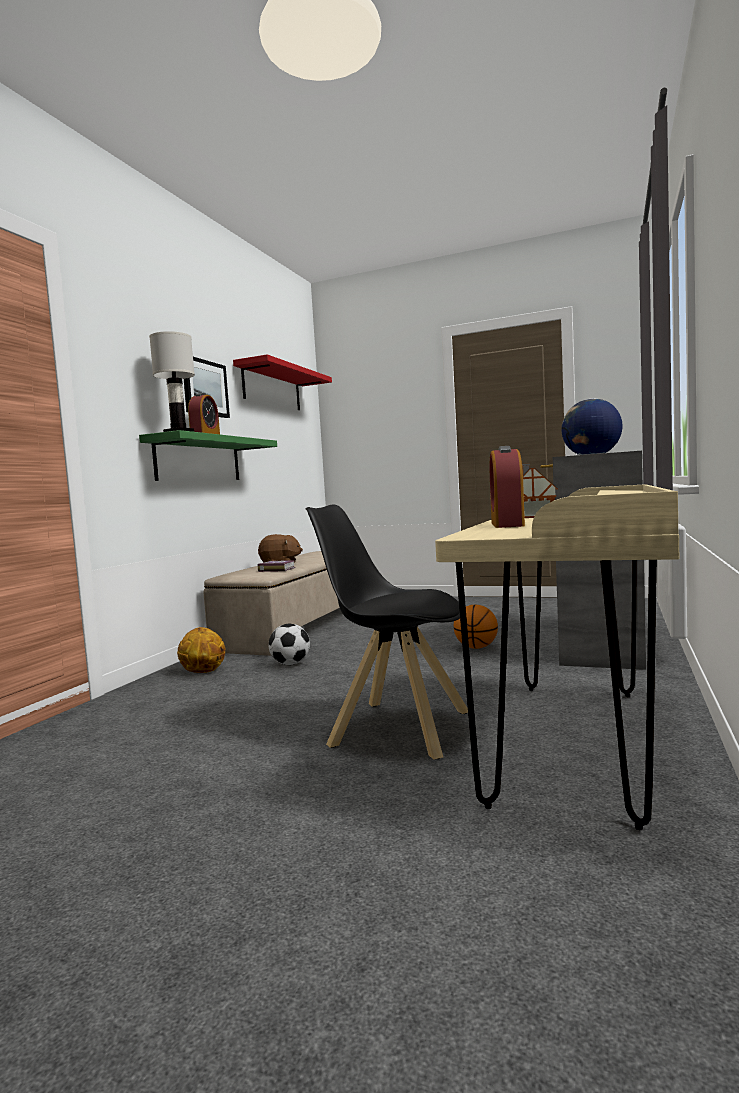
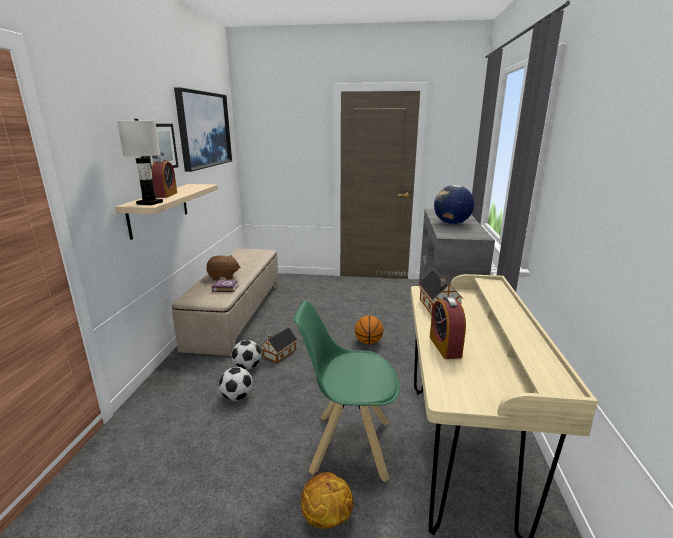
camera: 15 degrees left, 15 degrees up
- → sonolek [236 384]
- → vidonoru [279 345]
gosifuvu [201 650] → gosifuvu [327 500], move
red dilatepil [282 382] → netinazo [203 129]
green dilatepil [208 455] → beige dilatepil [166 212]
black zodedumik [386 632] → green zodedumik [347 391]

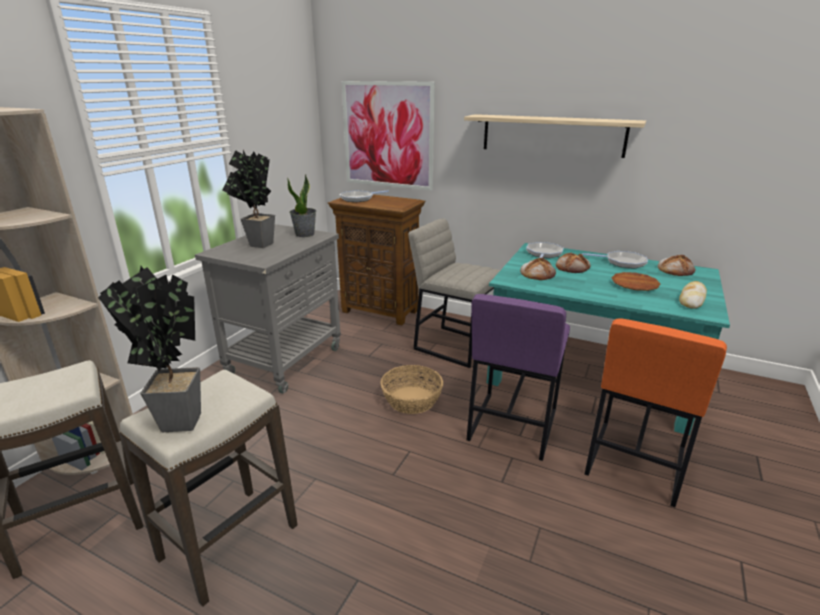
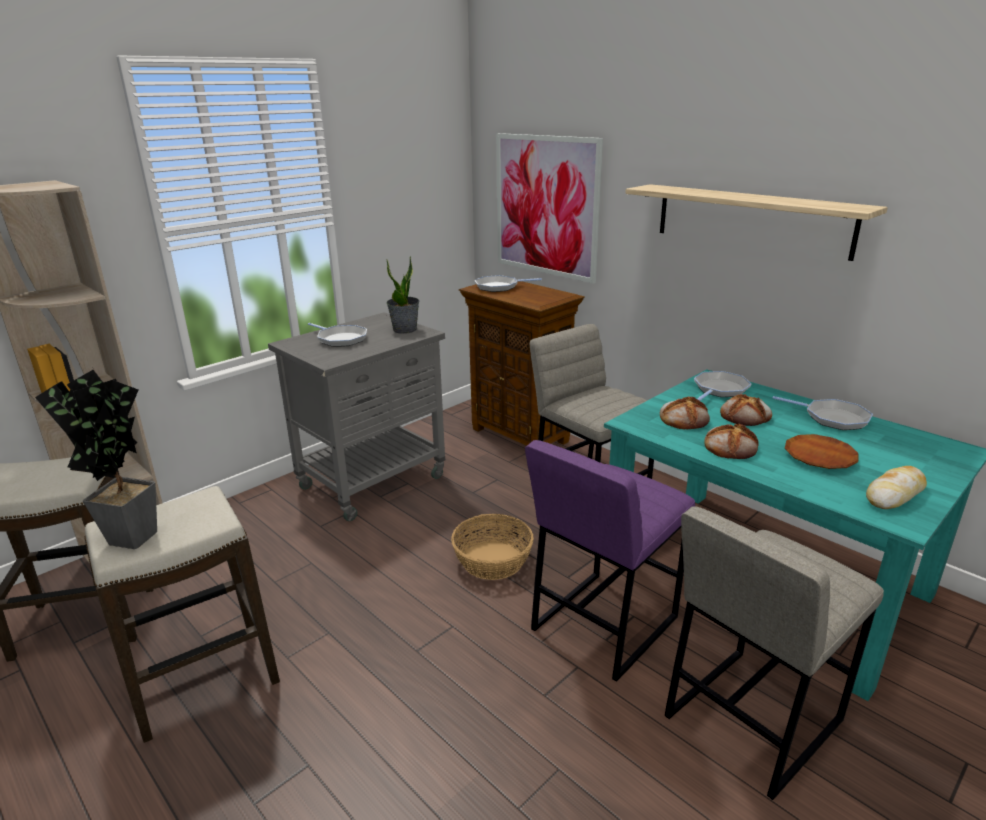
camera: 20 degrees right, 0 degrees up
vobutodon [676 265] → vobutodon [731 441], move
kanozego [248 199] → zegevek [337 335]
orange zodedumik [656 412] → grey zodedumik [774 653]

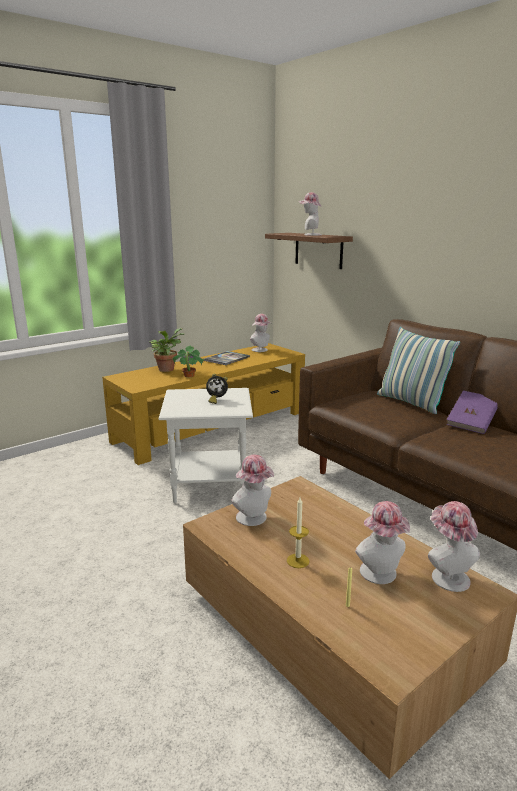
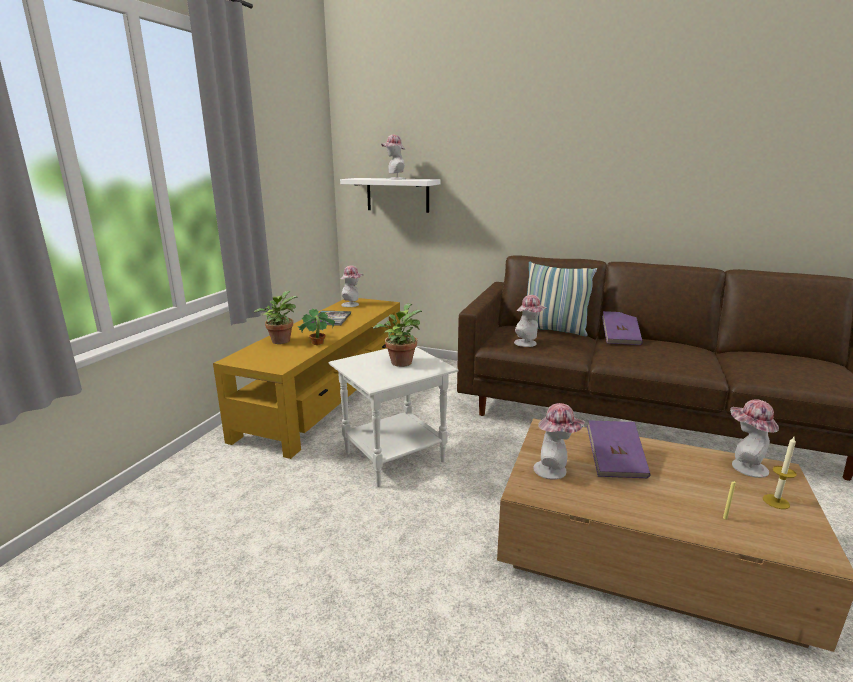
camera: 30 degrees left, 0 degrees up
- → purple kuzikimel [619 449]
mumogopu [298 532] → mumogopu [780 473], move
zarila [382 542] → zarila [530 321], move
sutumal [217 389] → kanozego [397 335]
brown dilatepil [309 251] → white dilatepil [390 195]

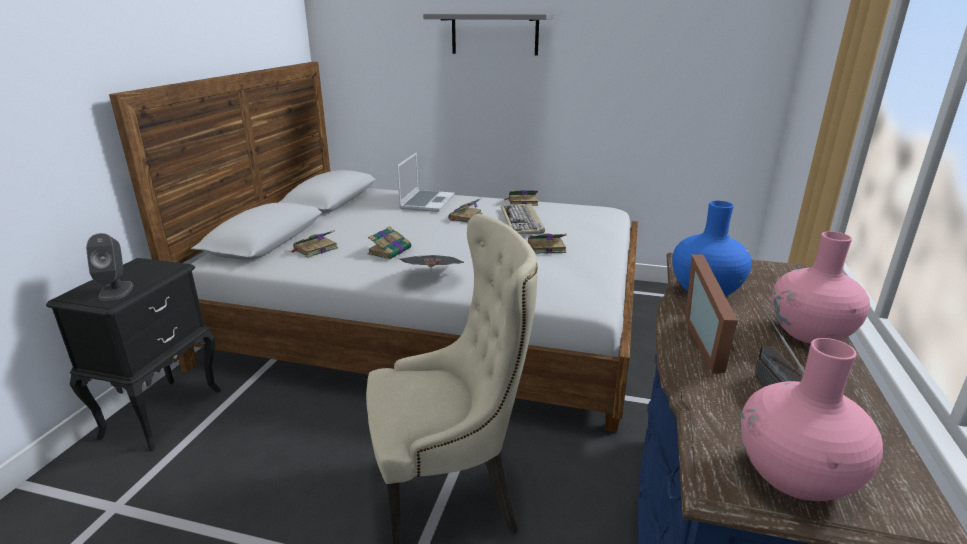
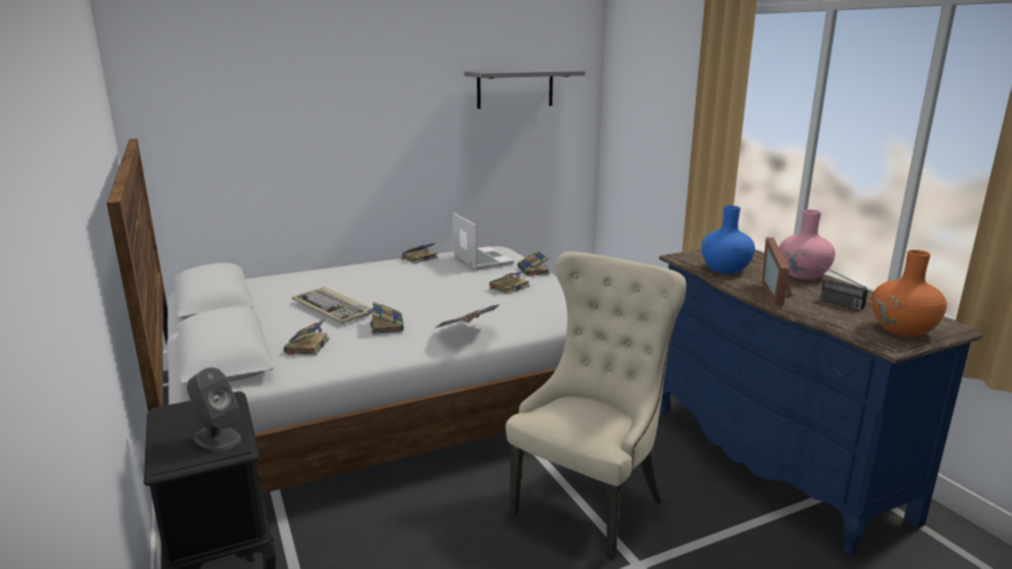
camera: 40 degrees left, 5 degrees down
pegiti [425 182] → pegiti [483 241], move
grey dilatepil [488 34] → grey dilatepil [524 89], move
kuzikimel [465 211] → kuzikimel [533 263], move
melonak [523 218] → melonak [332 305], move
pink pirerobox [811 419] → orange pirerobox [909 293]
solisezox [711 313] → solisezox [777 271], 45 degrees clockwise

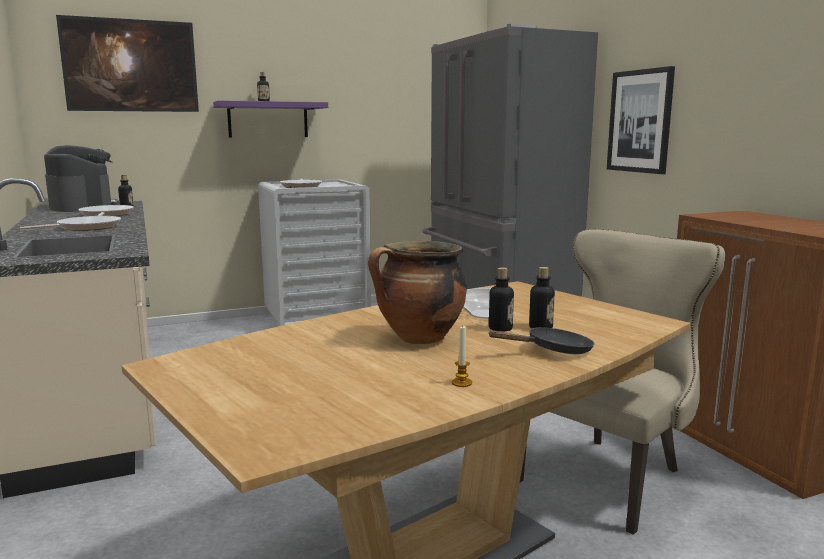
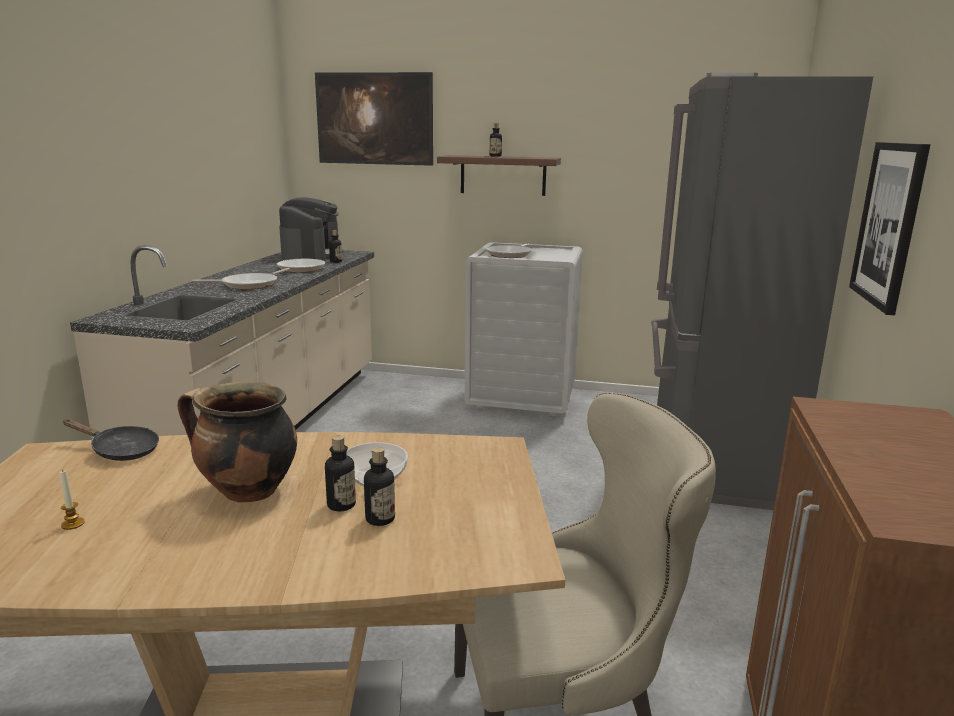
camera: 35 degrees right, 5 degrees up
mumogopu [462 356] → mumogopu [72 499], move
black zegevek [541 340] → black zegevek [111 440], move
purple dilatepil [270 118] → brown dilatepil [499 175]

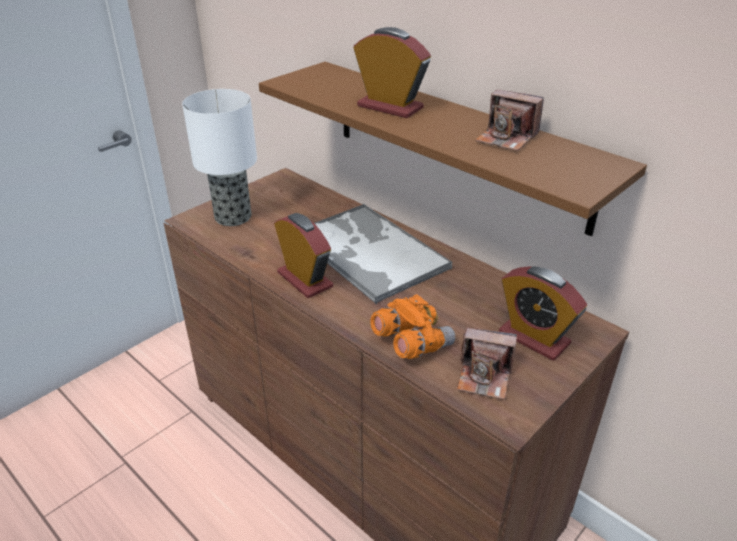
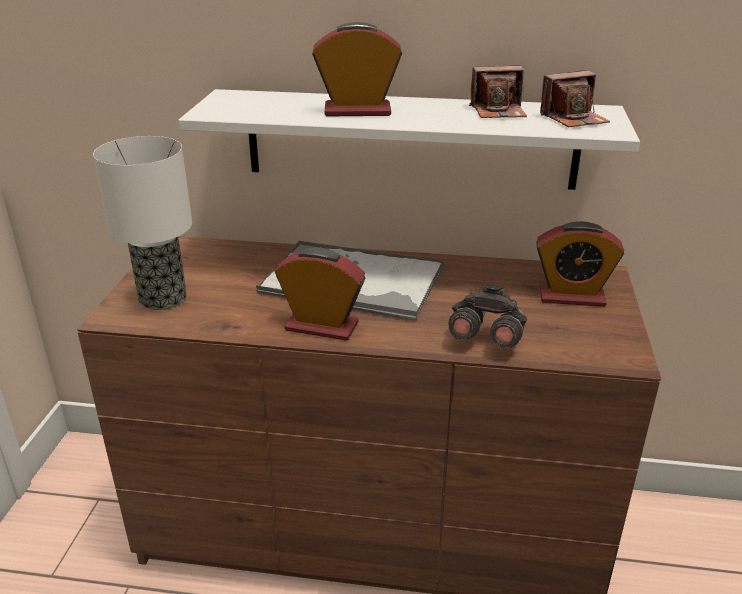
camera: 35 degrees left, 5 degrees down
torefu [487 364] → torefu [575 98], move
brown dilatepil [453 149] → white dilatepil [409 139]
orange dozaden [412 326] → grey dozaden [487 316]

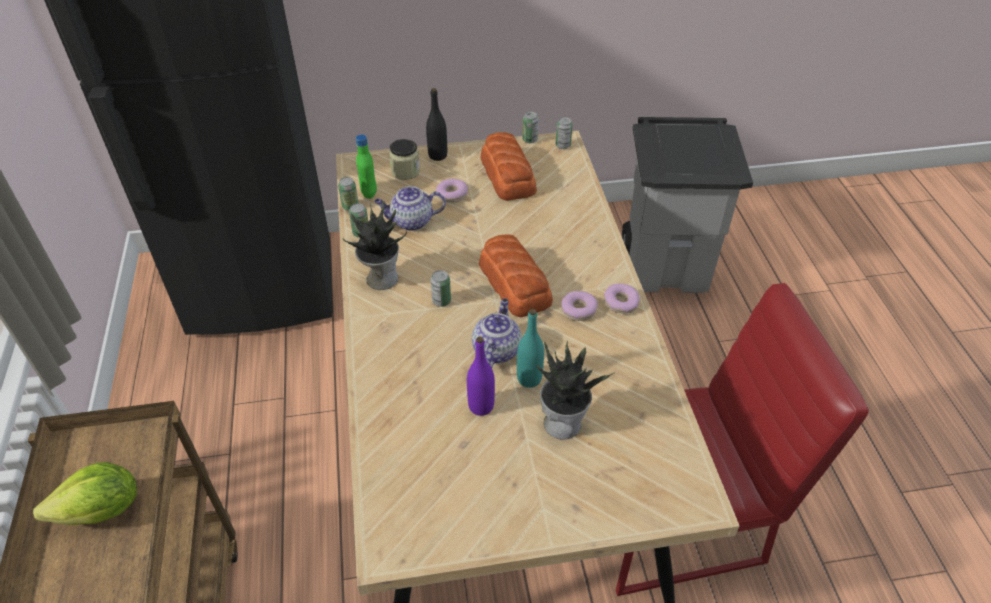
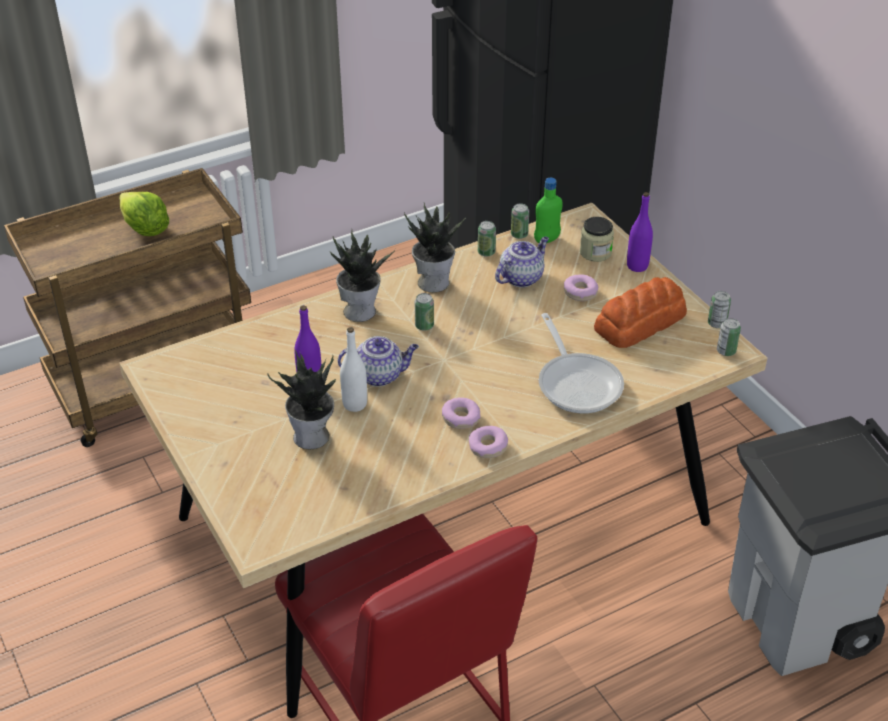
camera: 70 degrees right, 5 degrees down
vobutodon [516 276] → -
- → kanozego [362 275]
- → zegevek [581 363]
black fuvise [436 124] → purple fuvise [640 232]
turquoise fuvise [530 348] → white fuvise [353 369]
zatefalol [410 208] → zatefalol [522 262], 75 degrees clockwise

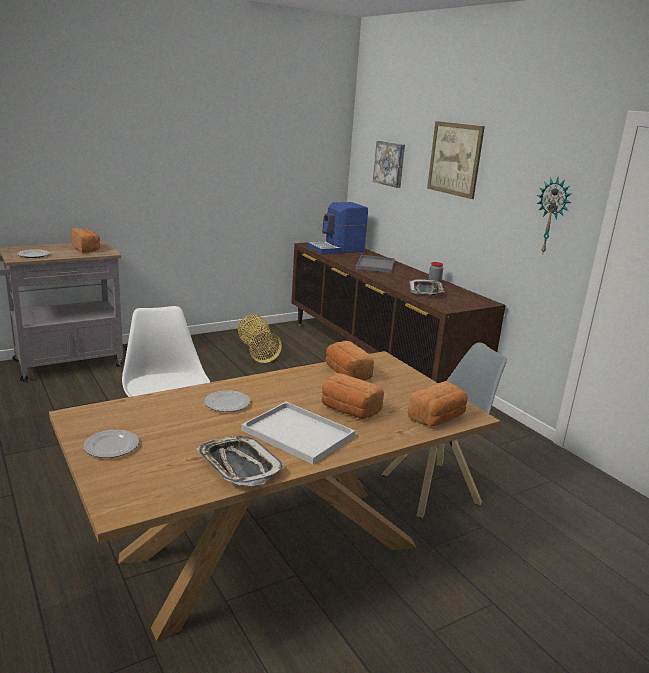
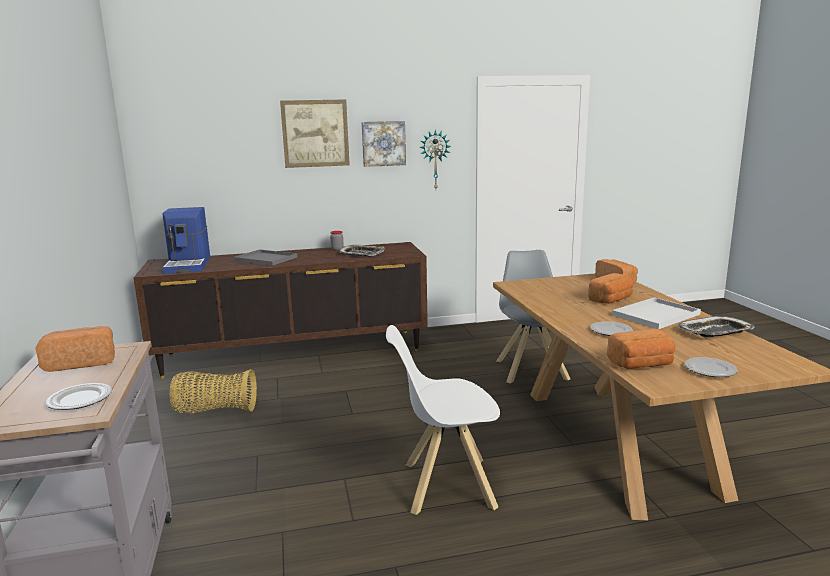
camera: 70 degrees left, 5 degrees down
vobutodon [350 360] → vobutodon [641 349], move
netinazo [389 164] → netinazo [384 144], move

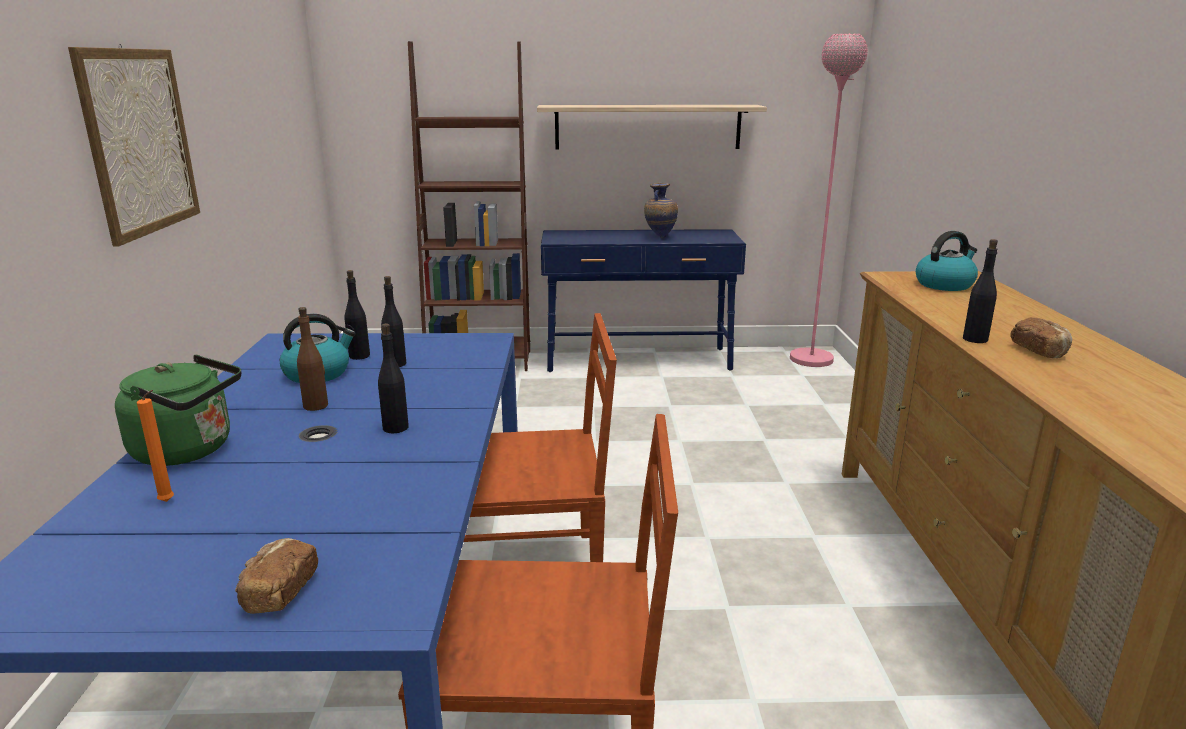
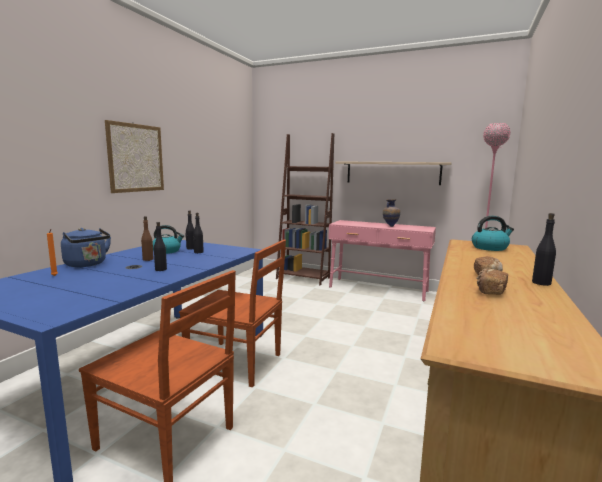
camera: 25 degrees right, 10 degrees down
vobutodon [276 576] → vobutodon [492 282], move
black fuvise [980 291] → black fuvise [544 249], move
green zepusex [178 410] → blue zepusex [86 247]
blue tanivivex [643 300] → pink tanivivex [382 260]

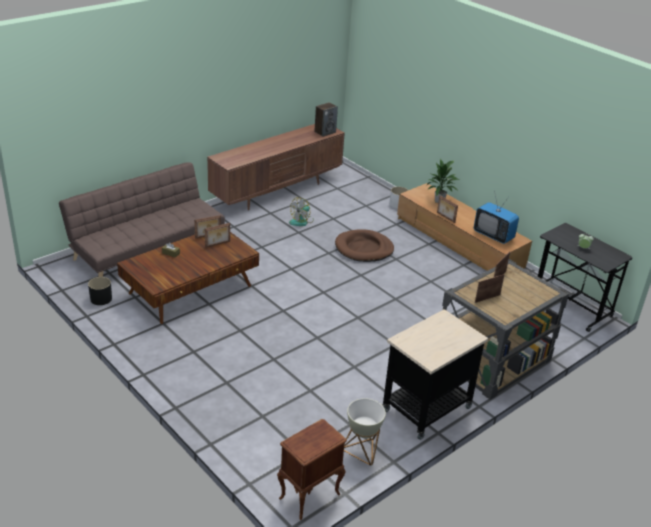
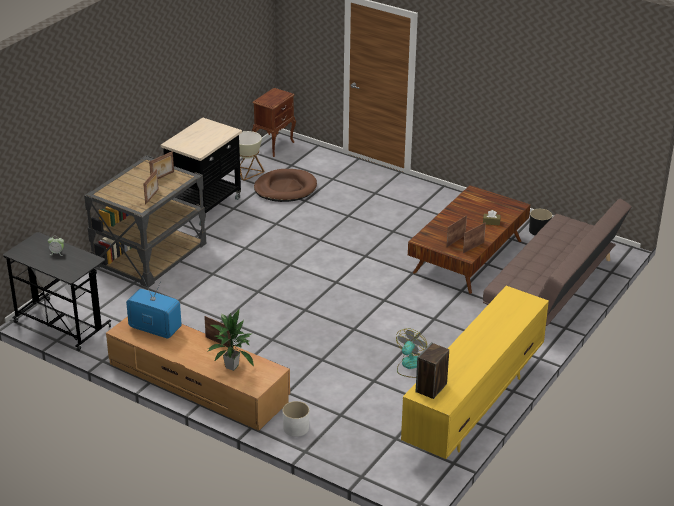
camera: 165 degrees right, 0 degrees up
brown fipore [364 245] → brown fipore [285 185], move
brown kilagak [276 167] → yellow kilagak [475 372]

